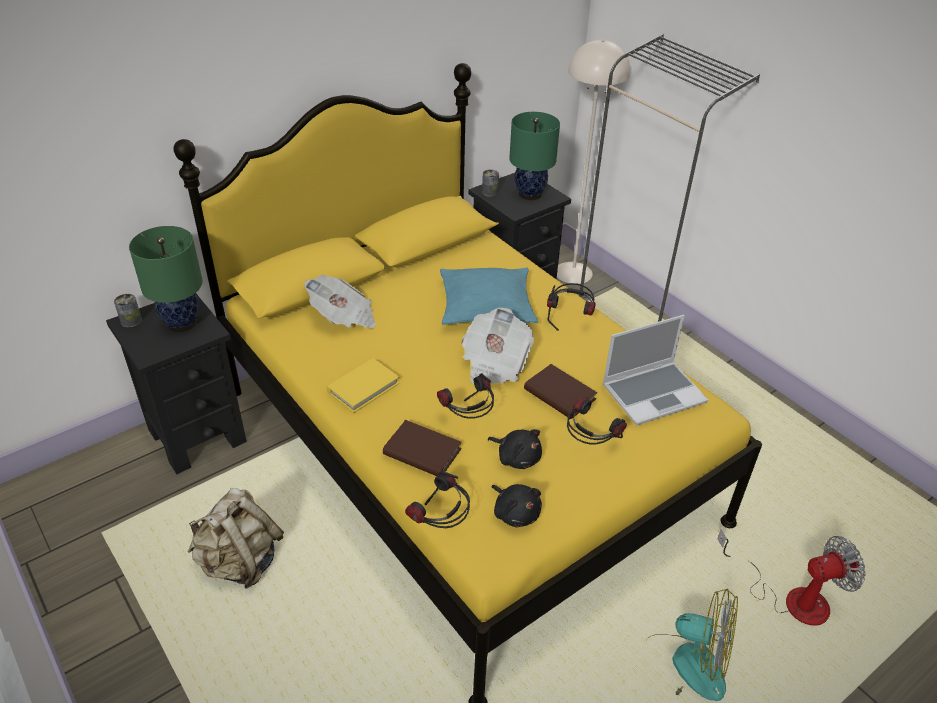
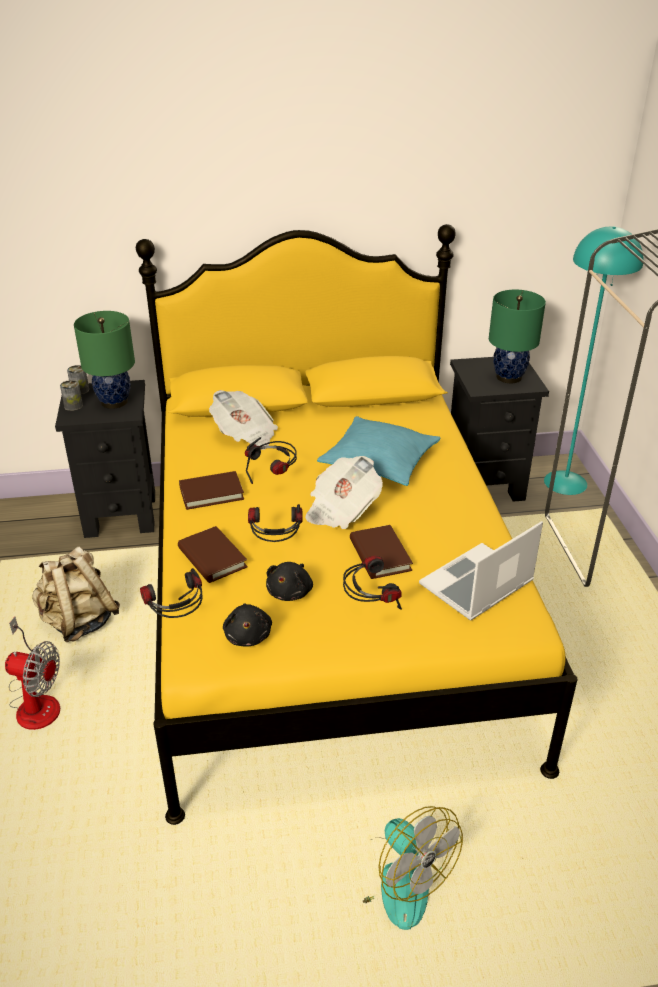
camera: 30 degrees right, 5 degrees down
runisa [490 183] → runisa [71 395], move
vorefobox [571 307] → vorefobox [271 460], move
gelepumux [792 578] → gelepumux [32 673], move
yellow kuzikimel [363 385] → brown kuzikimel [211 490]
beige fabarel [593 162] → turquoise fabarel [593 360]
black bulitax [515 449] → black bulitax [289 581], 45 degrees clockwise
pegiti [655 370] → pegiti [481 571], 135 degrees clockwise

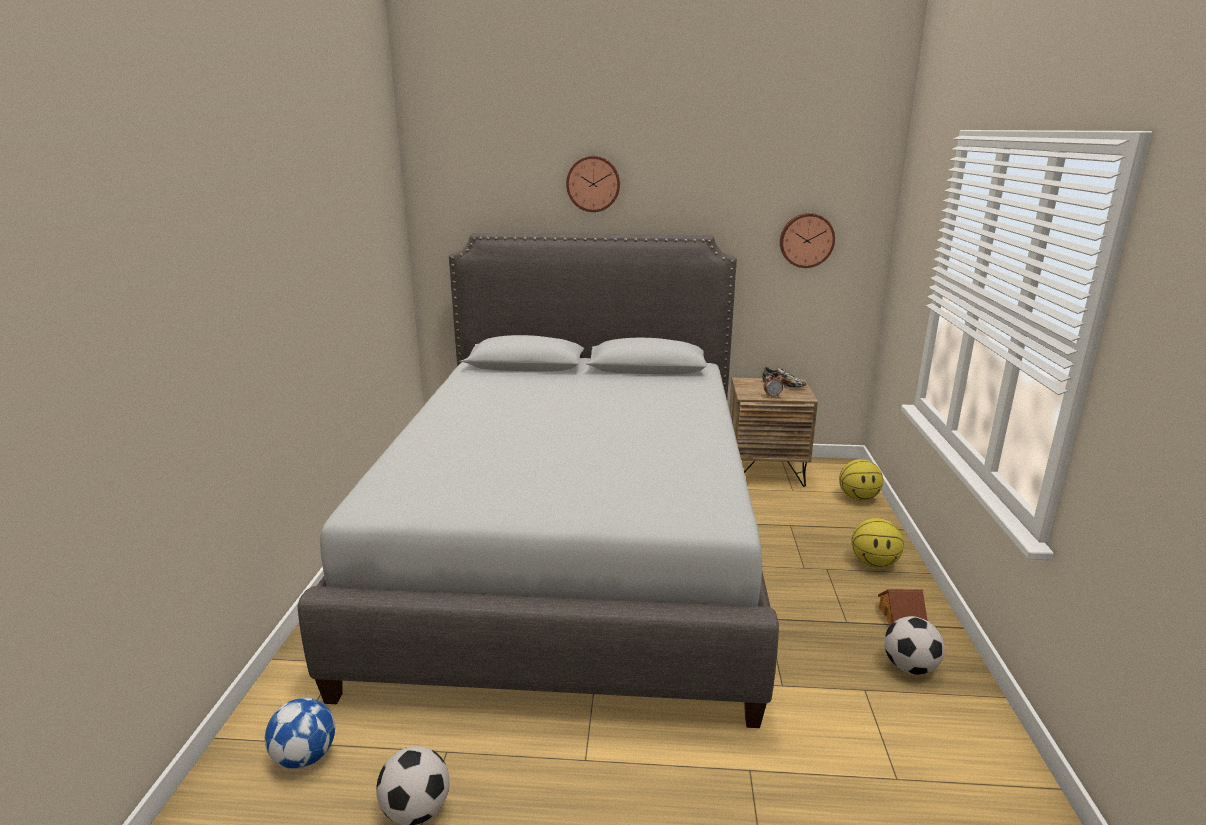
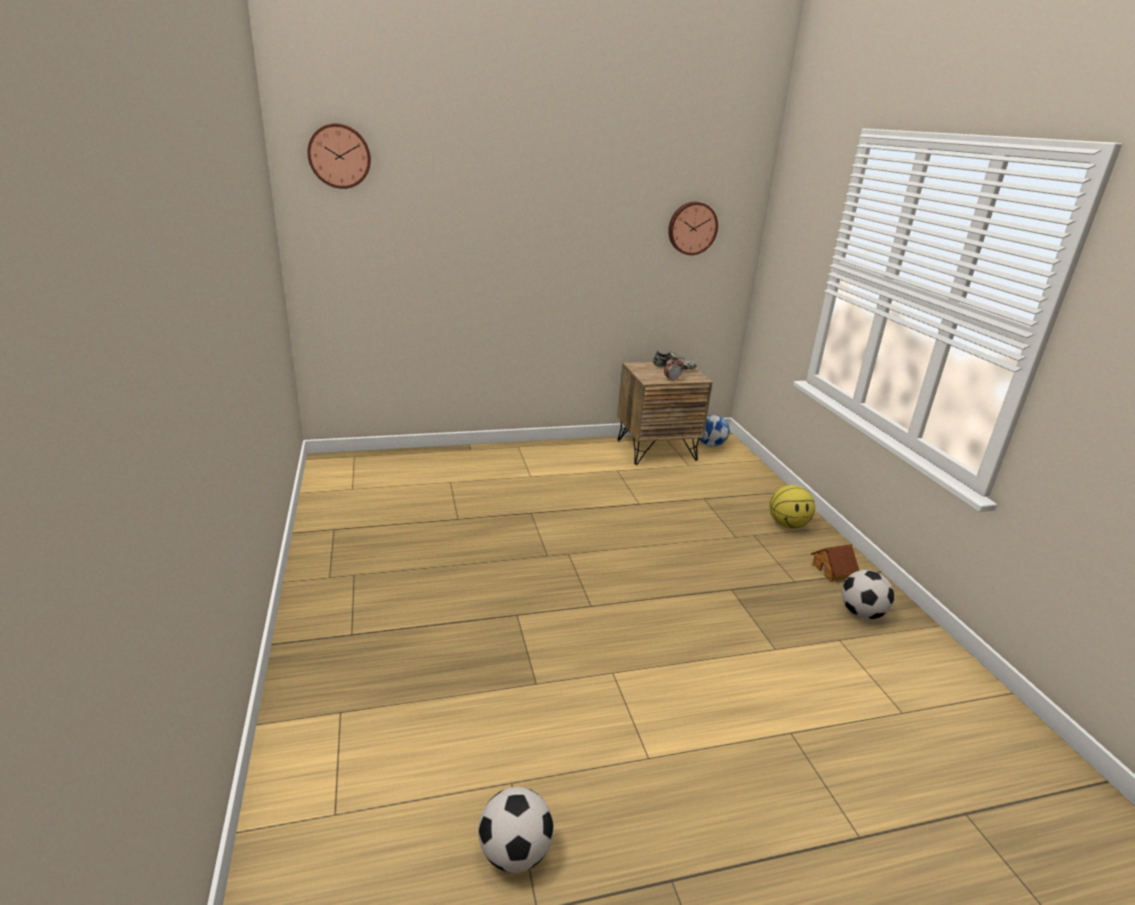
camera: 20 degrees left, 5 degrees up
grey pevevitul [538 480] → -
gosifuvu [861 480] → -
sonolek [300 733] → sonolek [714 431], move
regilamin [593 184] → regilamin [339 156], move

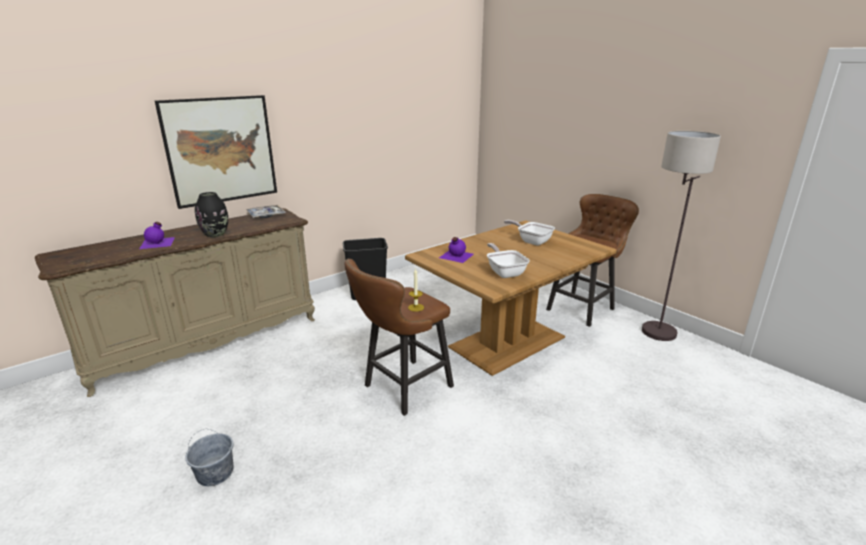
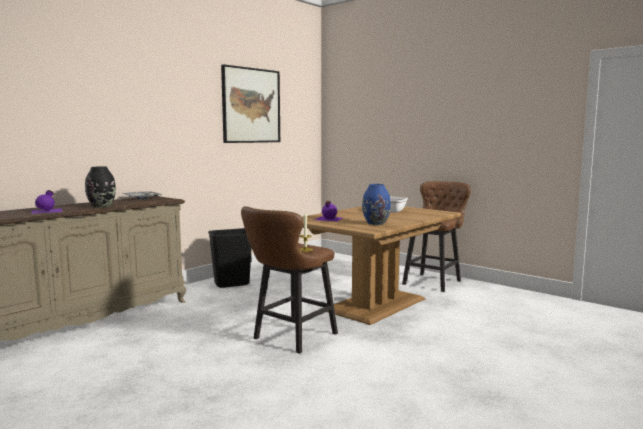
camera: 10 degrees left, 15 degrees down
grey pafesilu [209 457] → -
grey fabarel [681 236] → -
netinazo [216 152] → netinazo [250 103], move
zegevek [508 260] → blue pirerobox [376 204]

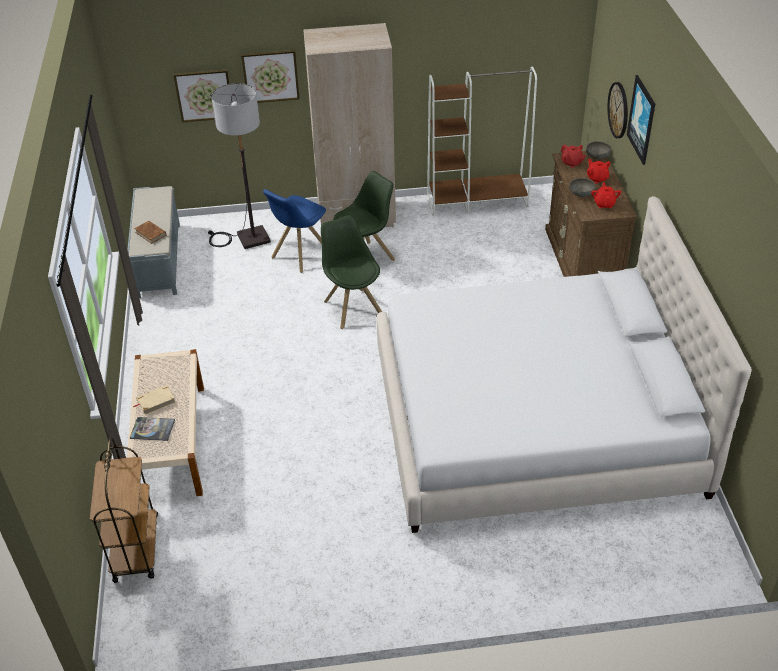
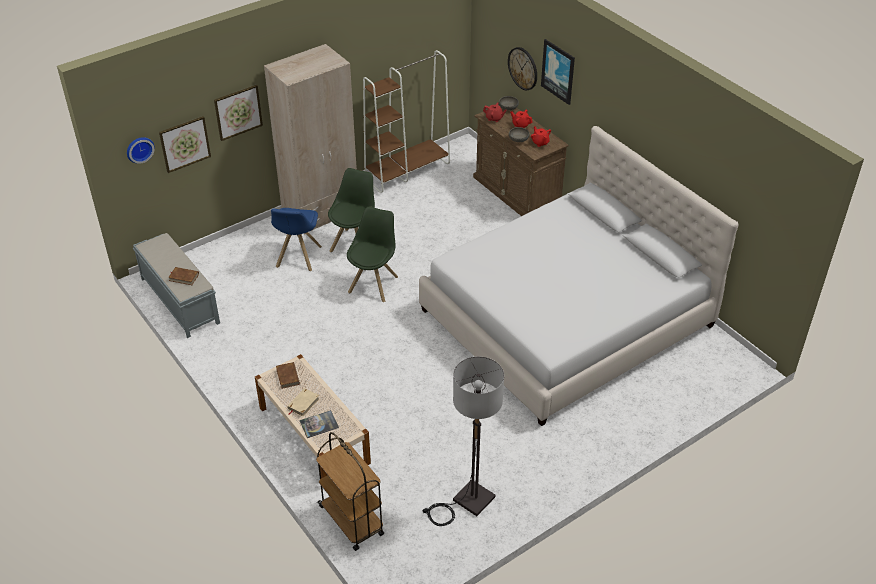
camera: 30 degrees left, 0 degrees up
- → regilamin [141 150]
- → brown kuzikimel [288 375]
fabarel [239 166] → fabarel [463 441], move
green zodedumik [351 272] → green zodedumik [372 254], 75 degrees clockwise

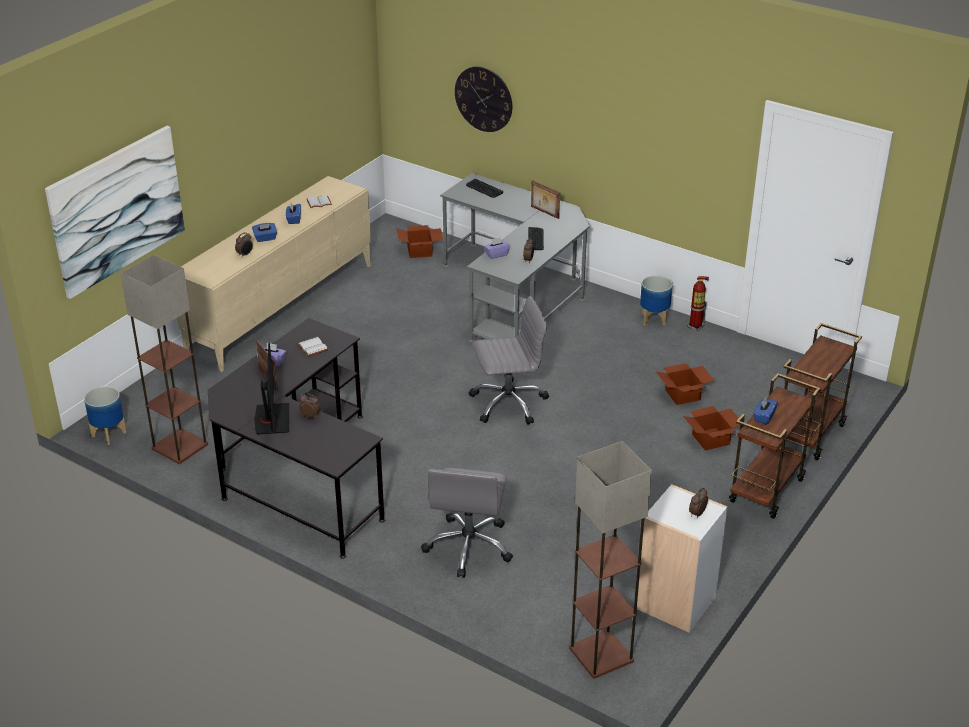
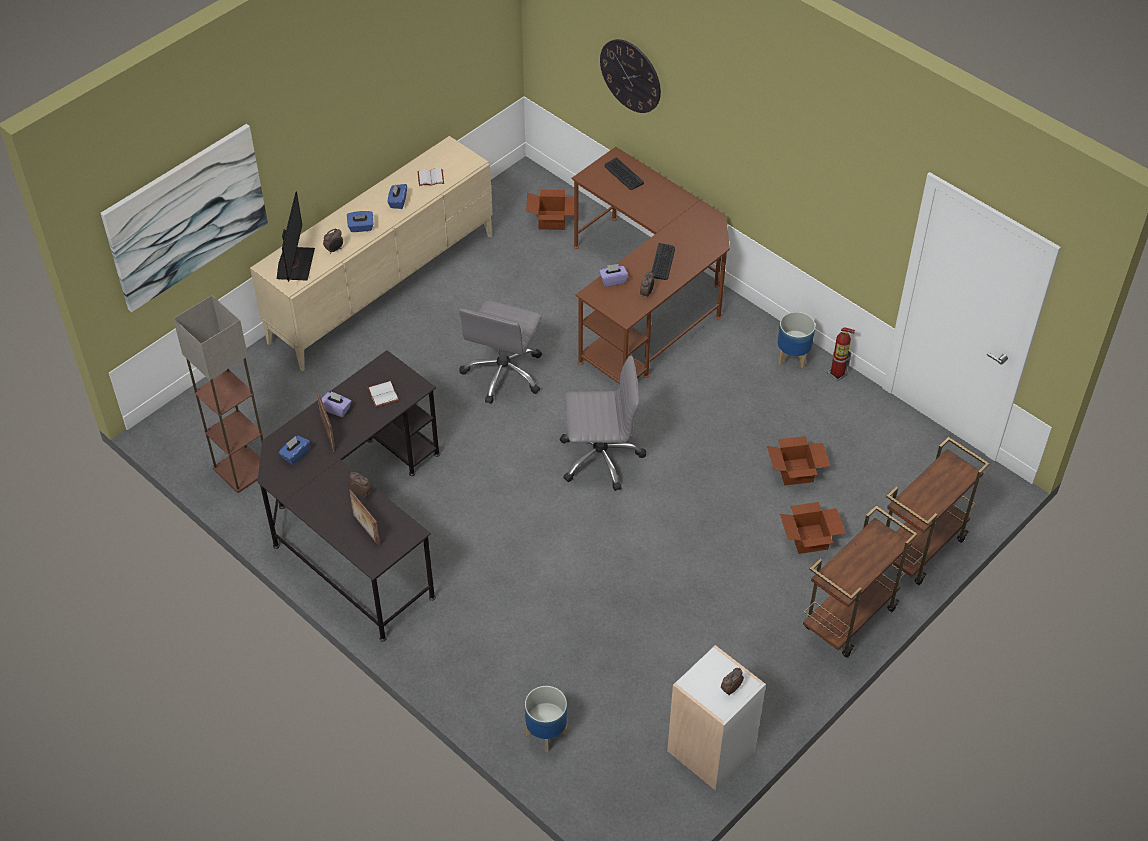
camera: 10 degrees right, 15 degrees up
fabarel [610 560] → -
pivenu [105 415] → pivenu [546 719], move
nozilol [271 388] → nozilol [296 237], move
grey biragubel [467 522] → grey biragubel [500 352], move
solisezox [545 199] → solisezox [364 517], move
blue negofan [765 411] → blue negofan [294 450], move
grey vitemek [515 257] → brown vitemek [651 265]

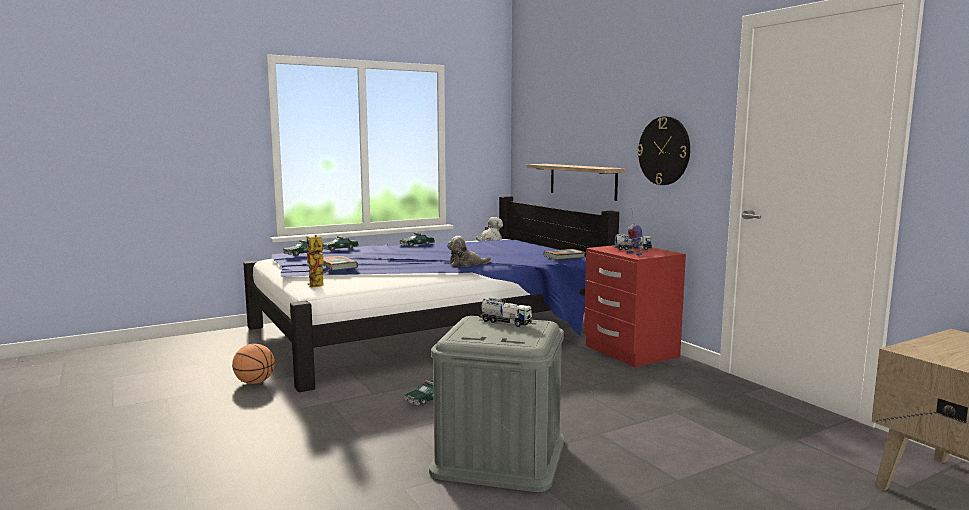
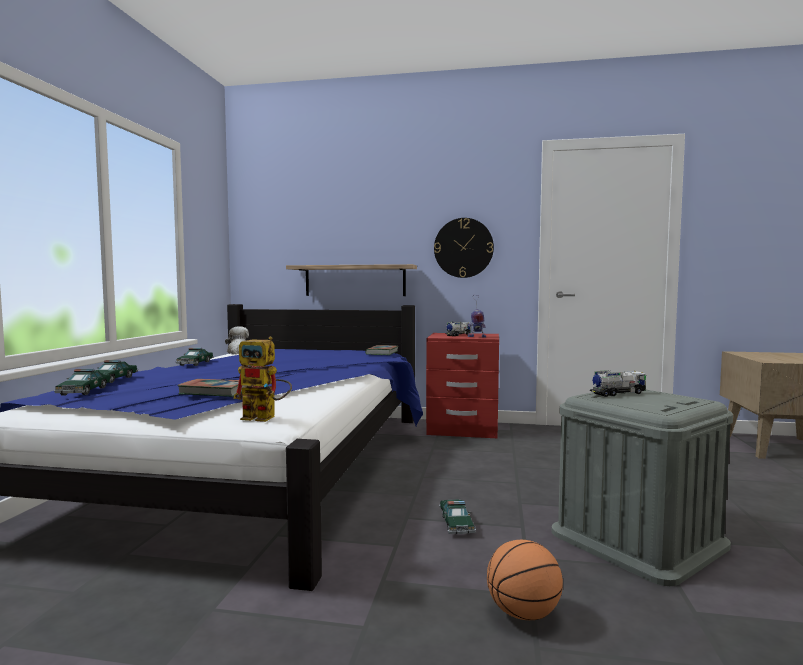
camera: 50 degrees left, 5 degrees down
bulitax [469 251] → -
gosifuvu [253 364] → gosifuvu [525 580], move

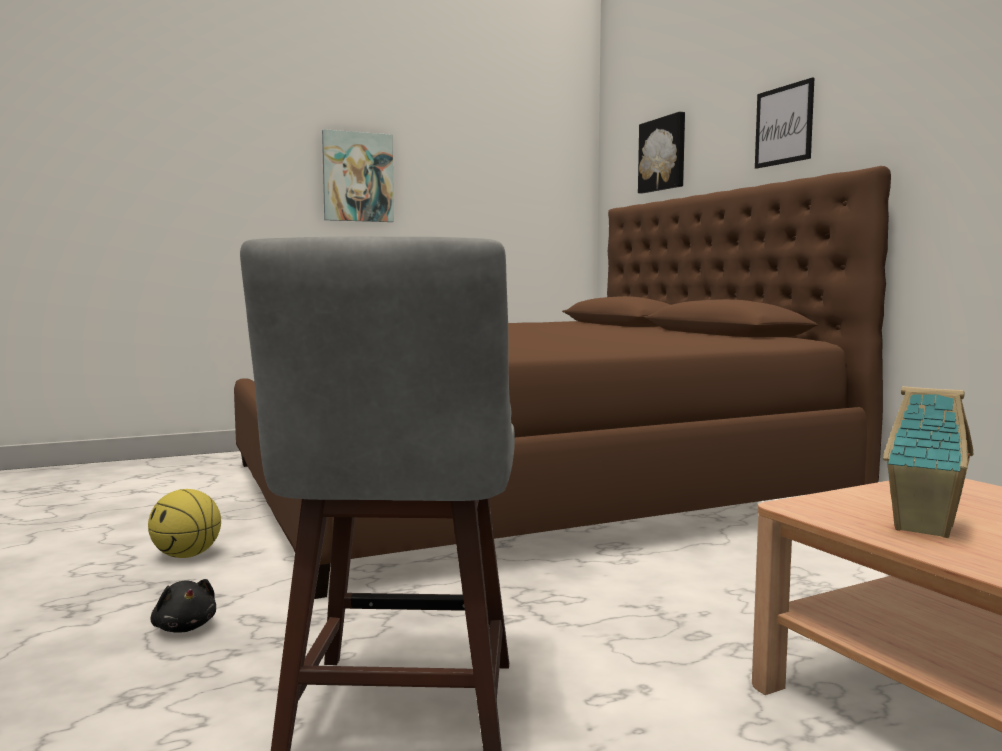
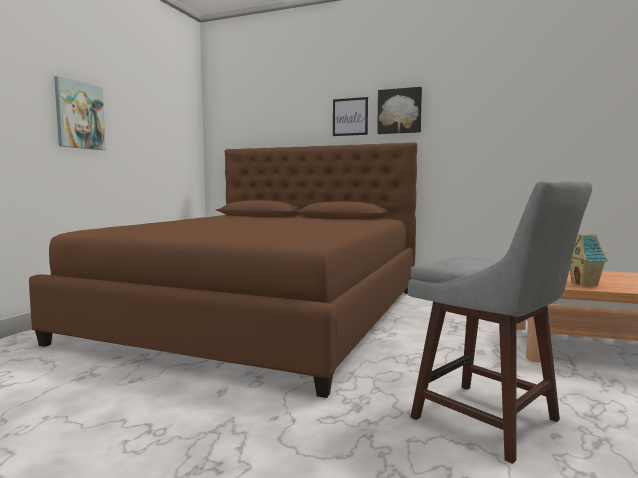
camera: 45 degrees left, 0 degrees up
gosifuvu [184 523] → -
black bulitax [183 606] → -
netinazo [661 153] → netinazo [399 110], move

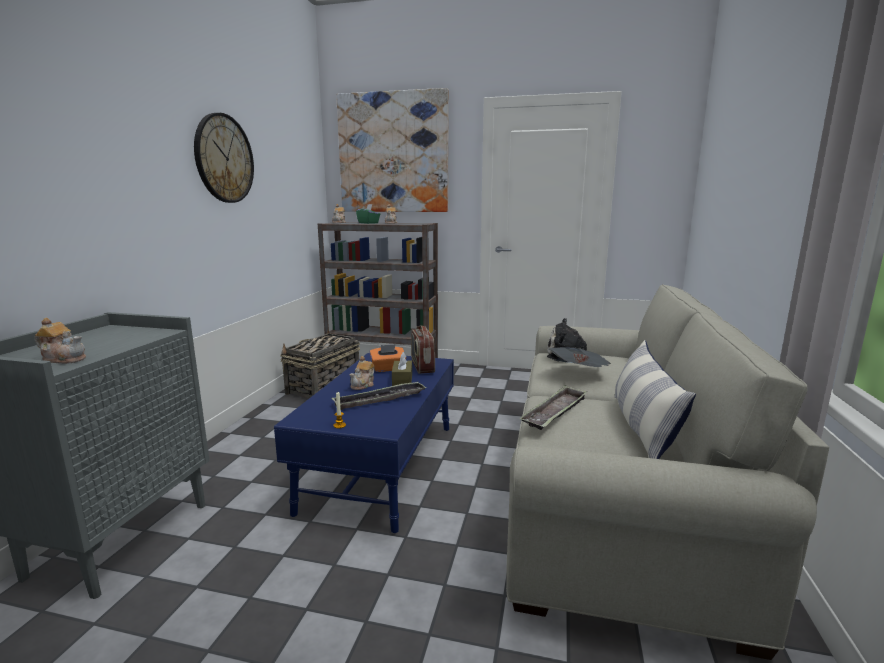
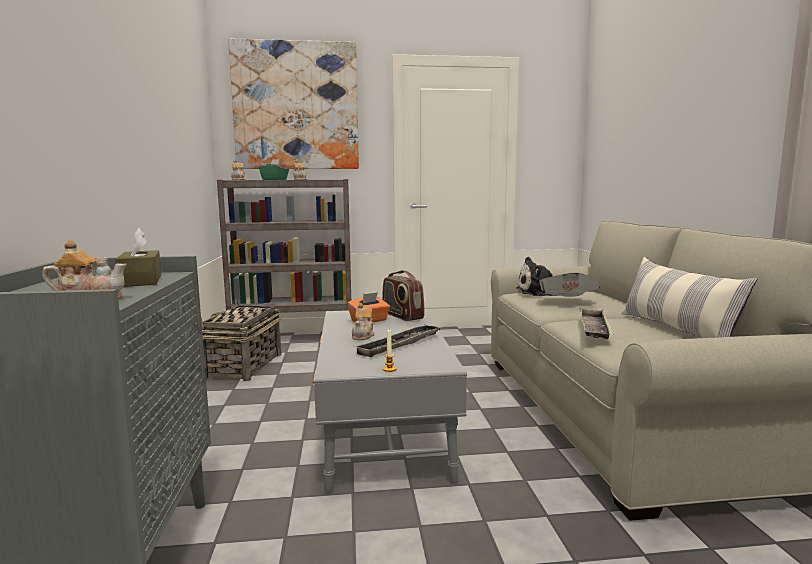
camera: 20 degrees left, 5 degrees down
regilamin [224 158] → -
brown negofan [402 369] → brown negofan [138 257], move
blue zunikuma [364 443] → grey zunikuma [390 401]

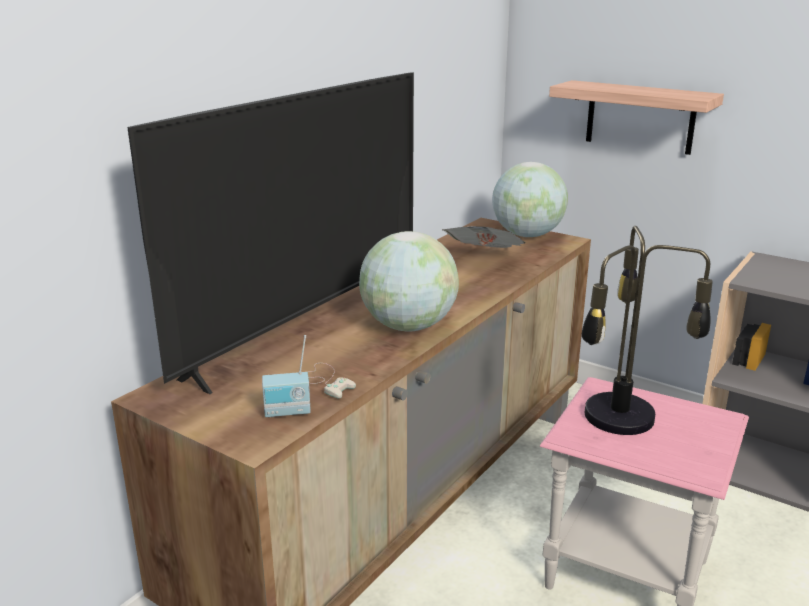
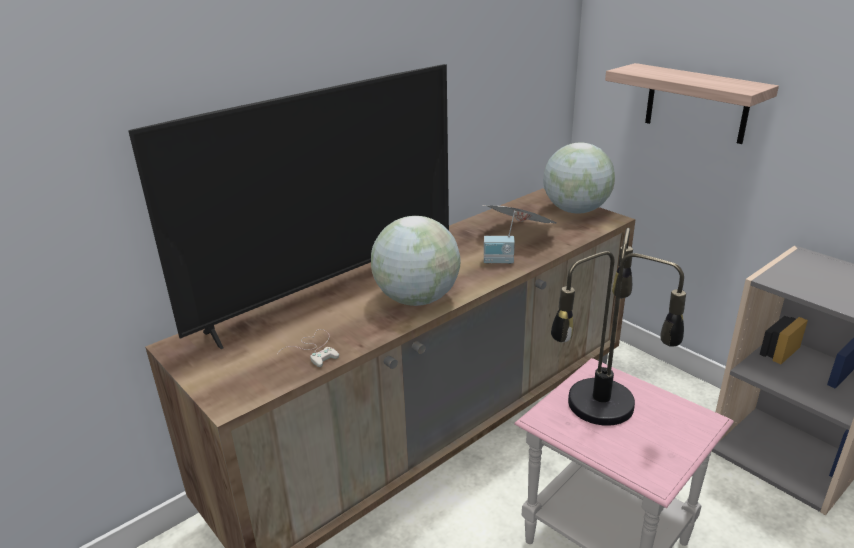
camera: 15 degrees right, 5 degrees up
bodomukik [286 376] → bodomukik [499 237], move

